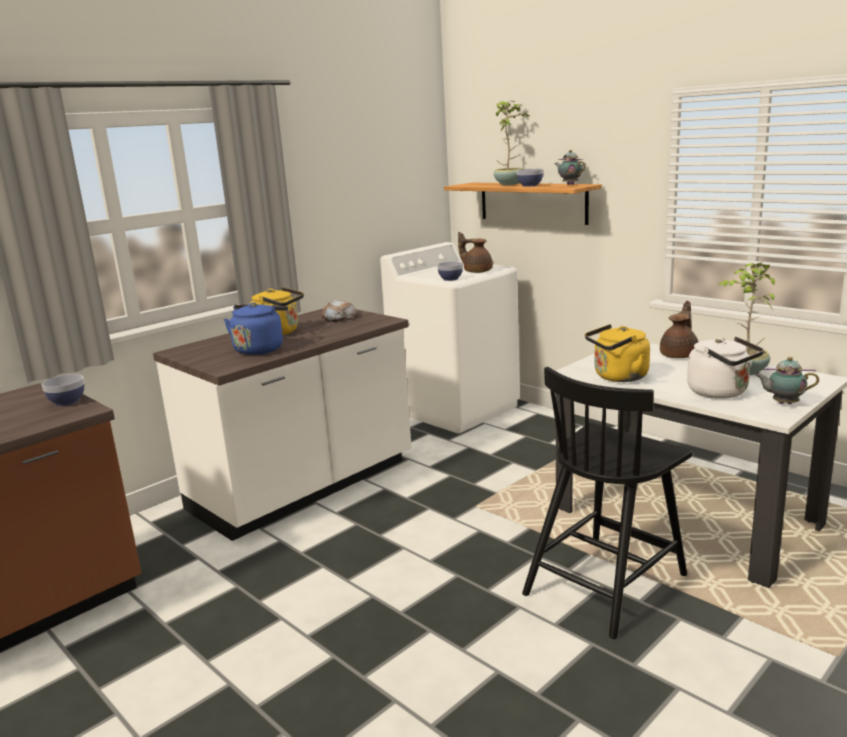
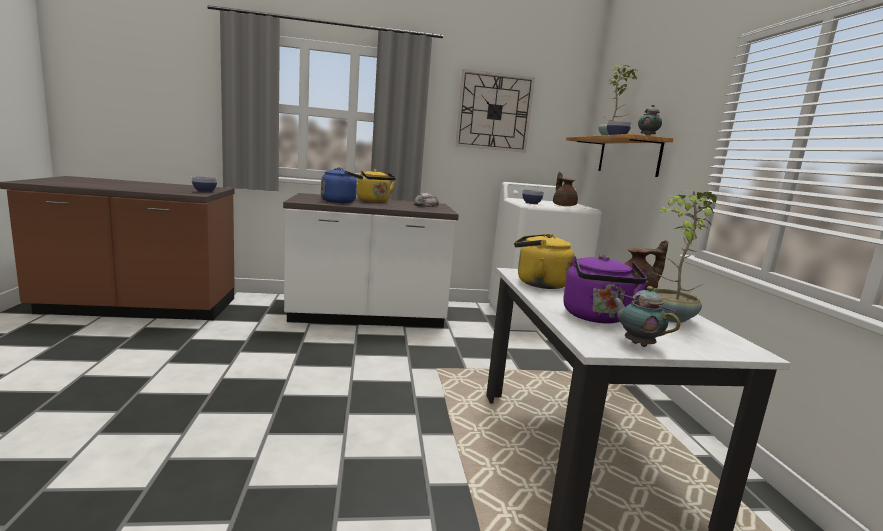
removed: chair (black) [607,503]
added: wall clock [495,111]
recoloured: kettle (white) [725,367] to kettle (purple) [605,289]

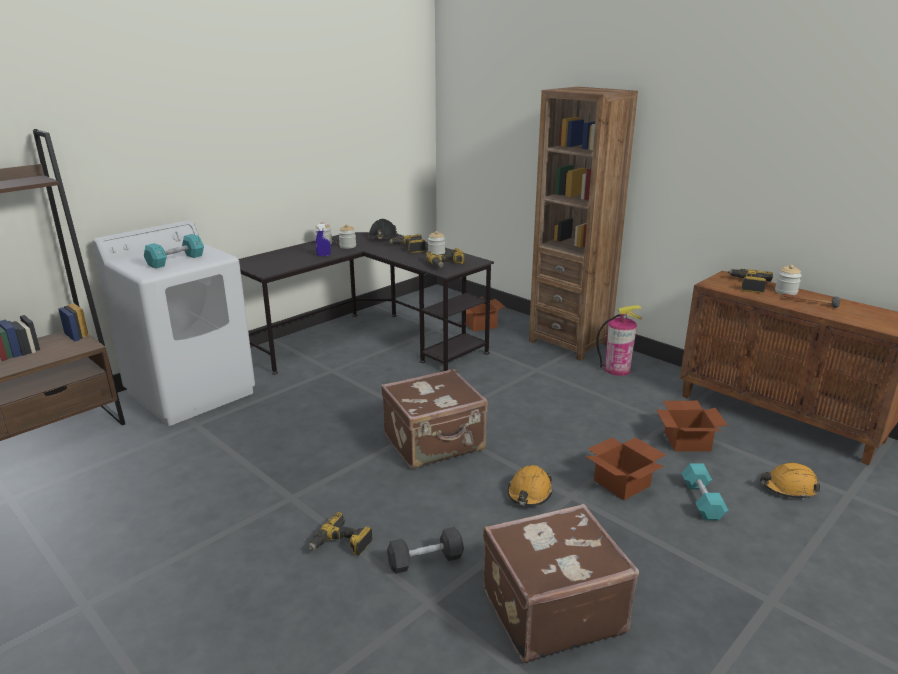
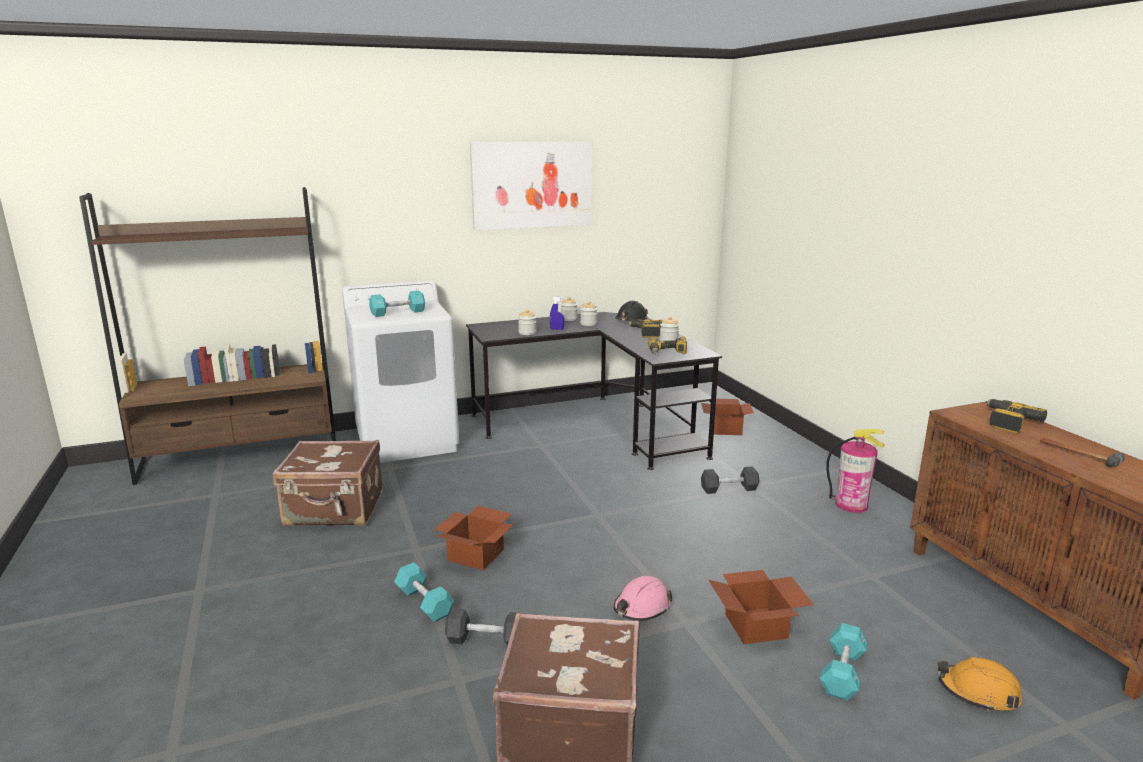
removed: bookcase (brown) [583,224]
added: picture [531,185]; dumbbell (black) [730,480]
moved: suitcase (brown) [434,418] to [328,483]; cardboard box [692,426] to [474,538]; jar [788,280] to [527,322]
replaced: power drill [340,534] to dumbbell (turquoise) [424,592]
recoloured: hard hat (orange) [530,485] to hard hat (pink) [642,598]

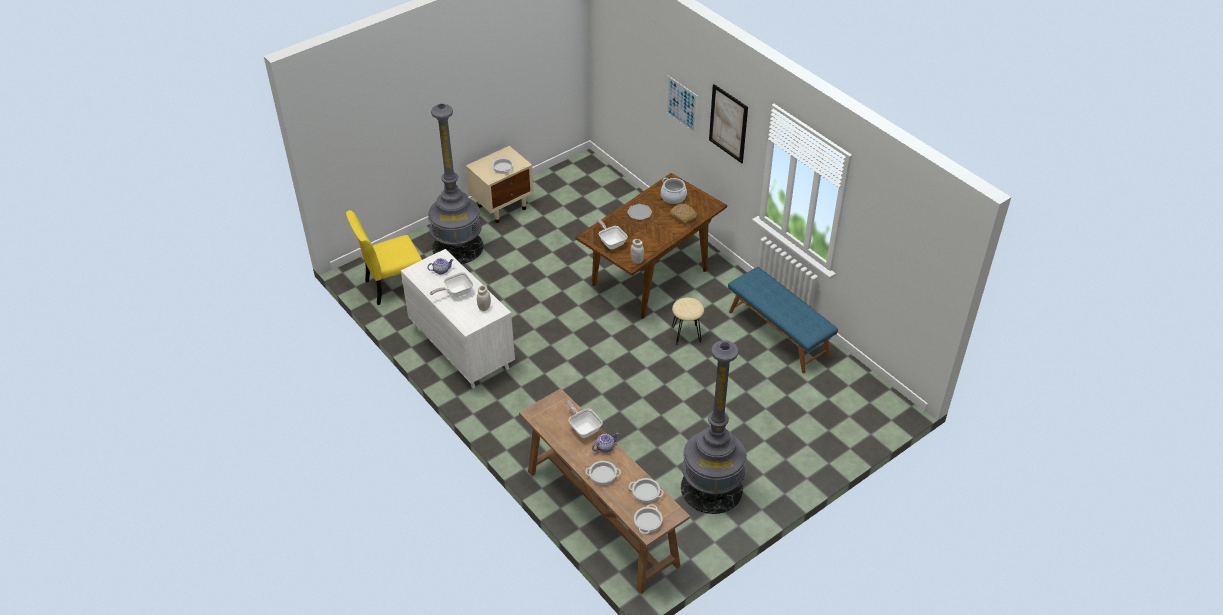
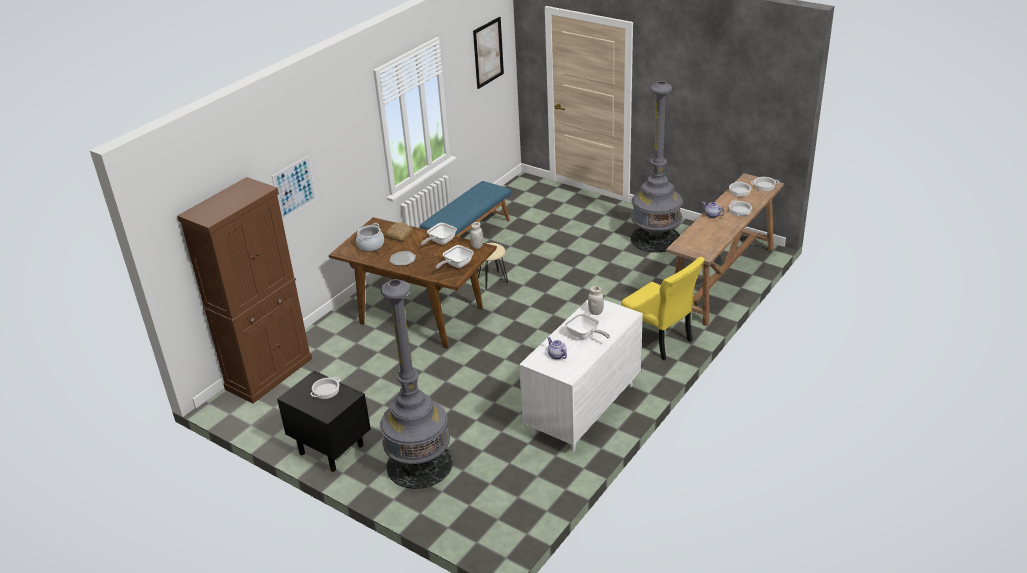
added: cabinet (brown) [244,290]
moved: chair (yellow) [384,257] to [663,308]; frying pan [584,419] to [439,234]; picture [728,123] to [488,53]
recoloured: nightstand (beige) [500,184] to nightstand (black) [324,421]

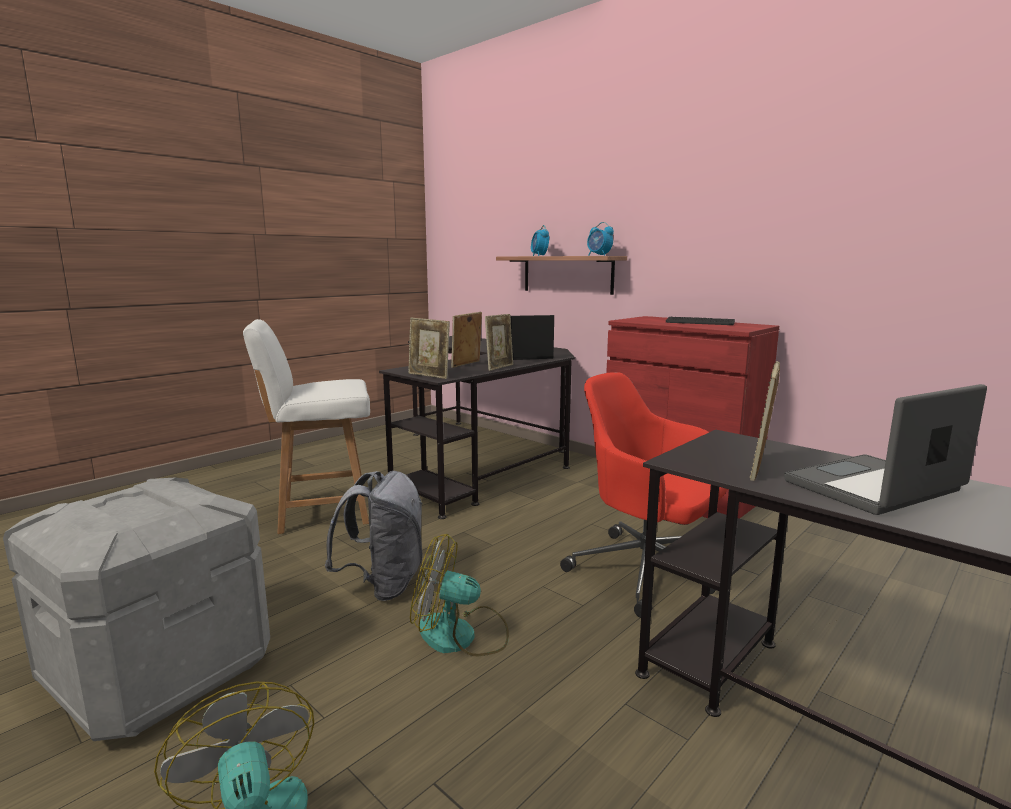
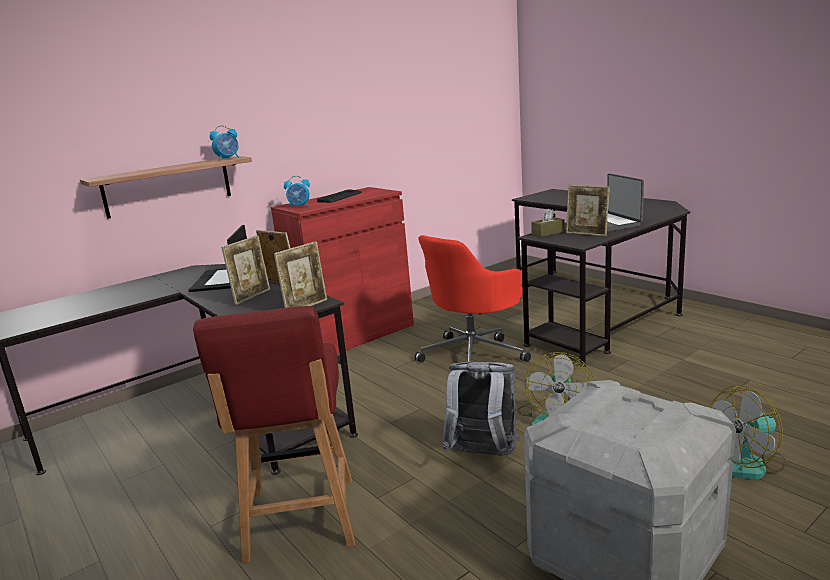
added: tissue box (brown) [548,223]
moved: alarm clock [540,240] to [297,192]
recoloured: chair (white) [306,426] to chair (red) [274,434]
turned: picture frame [466,340] = [245,270] 105 degrees counterclockwise

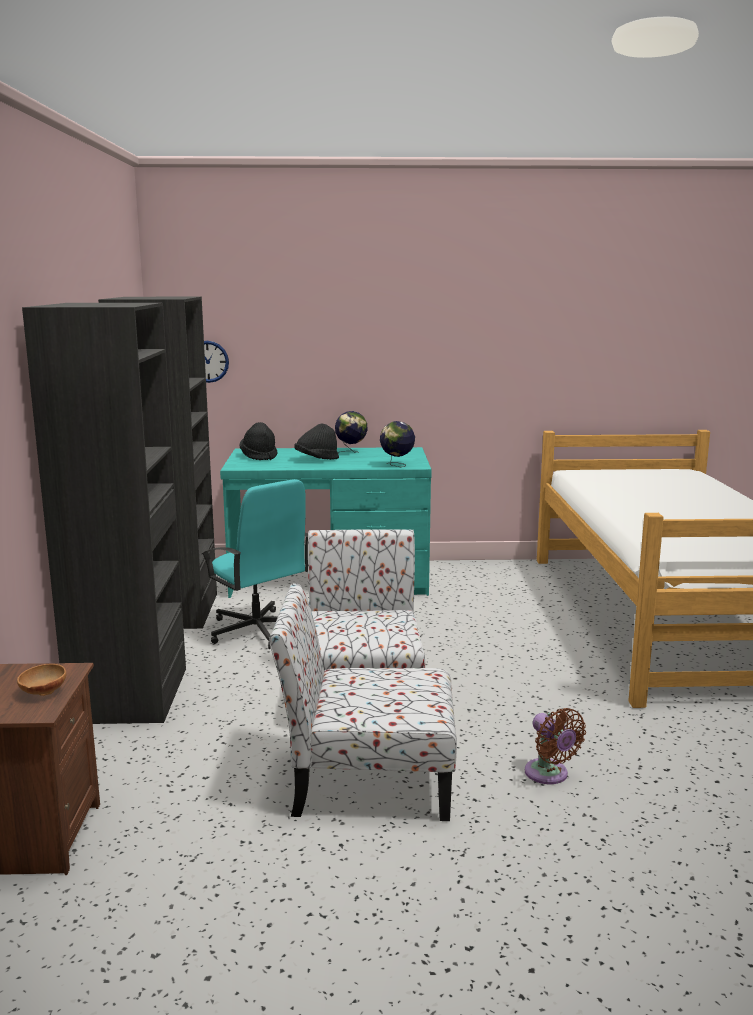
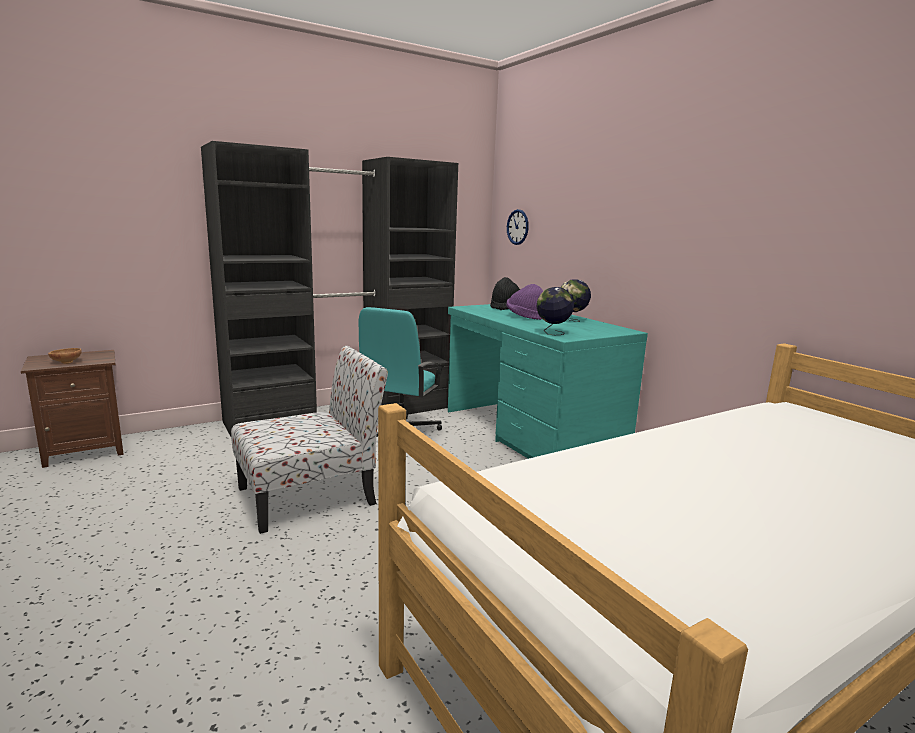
removed: chair [363,702]; fan (brown) [555,746]
recoloured: hat (black) [316,441] to hat (purple) [524,302]

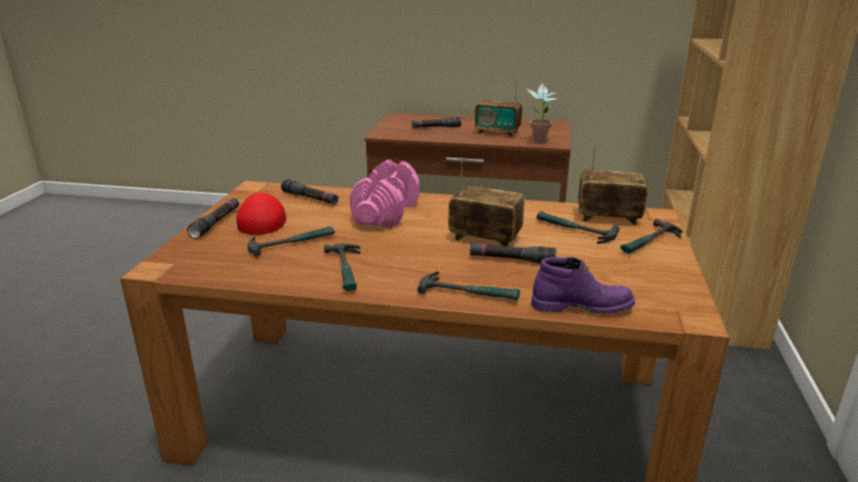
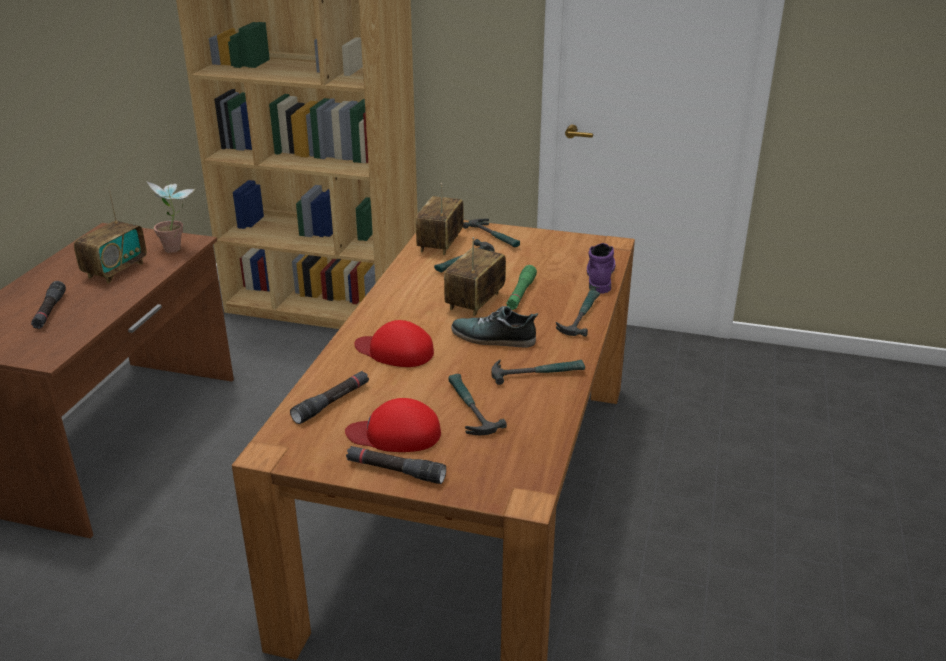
added: shoe [494,327]
replaced: dumbbell (pink) [384,194] to cap (red) [394,343]
recoloured: flashlight (black) [513,253] to flashlight (green) [521,287]

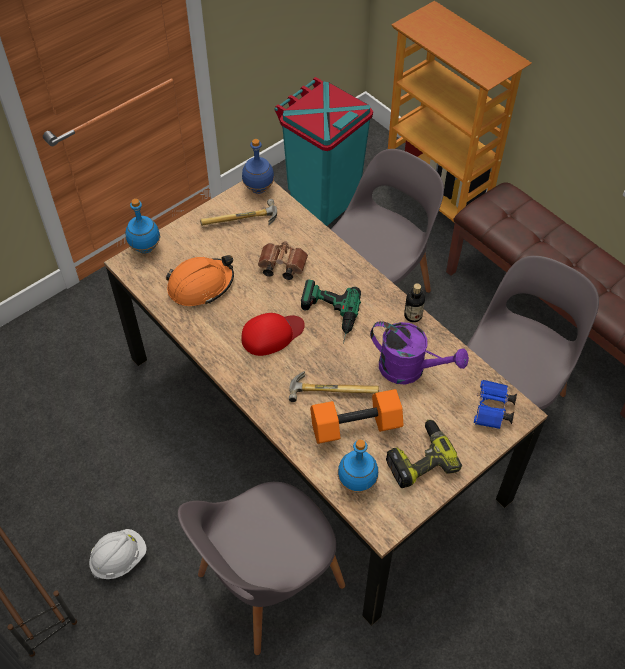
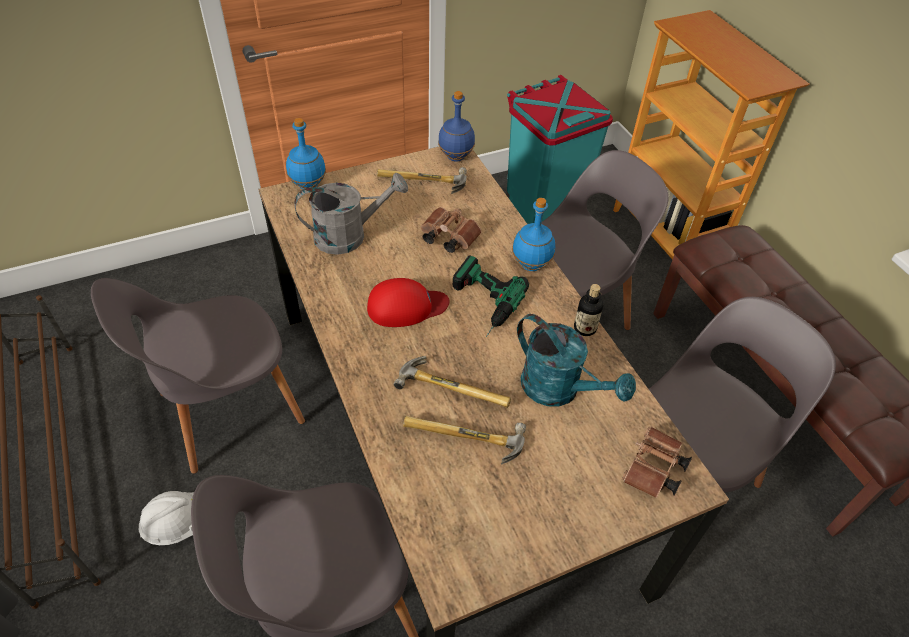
removed: power drill [424,453]
added: chair (grey) [198,376]
moved: bottle (blue) [358,466] to [533,234]
replaced: hard hat (orange) [200,280] to watering can (grey) [351,214]; dumbbell (orange) [357,416] to hammer [464,440]
recoloured: watering can (purple) [419,352] to watering can (turquoise) [576,360]; binoculars (blue) [495,404] to binoculars (brown) [657,462]

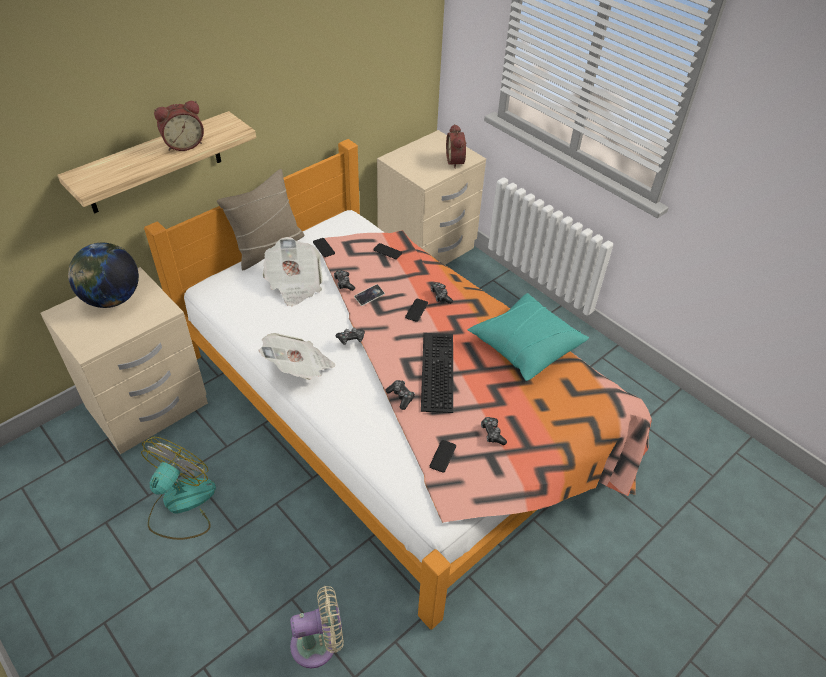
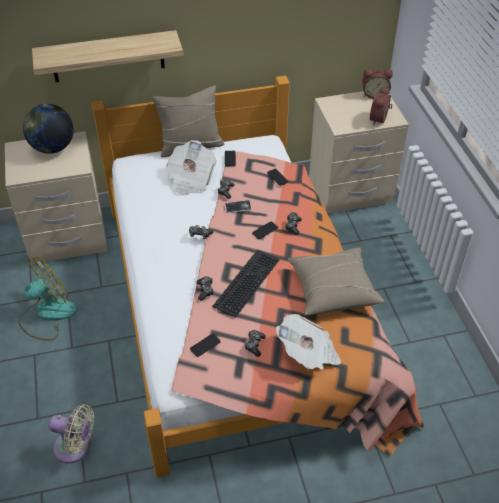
moved: alarm clock [179,126] to [377,84]; newspaper [296,356] to [308,342]
recoloured: pillow (turquoise) [528,337] to pillow (beige) [336,281]

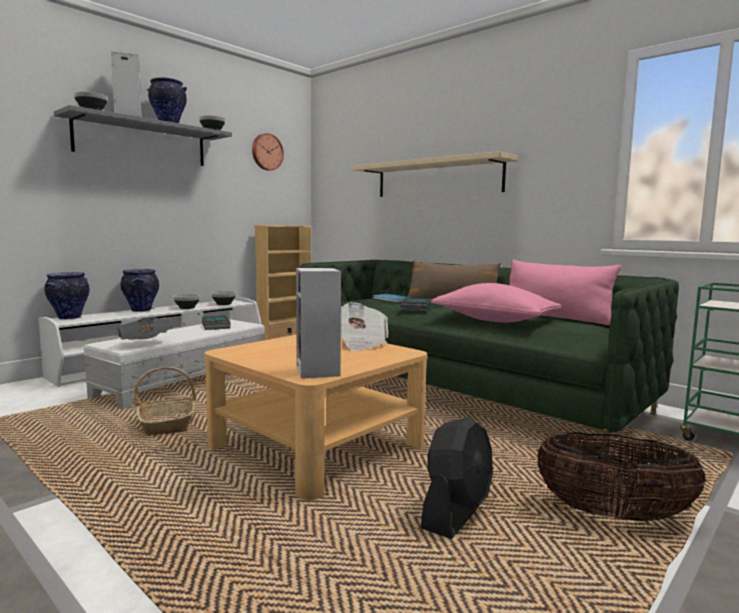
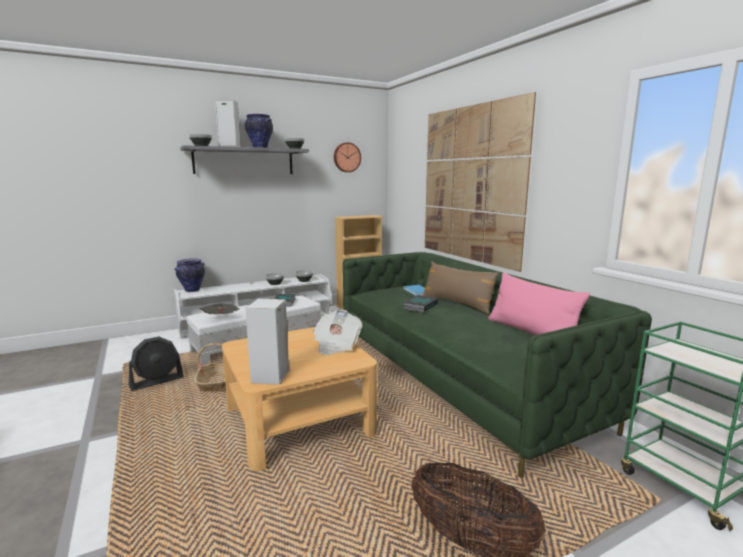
removed: vase [139,290]; pillow (pink) [496,303]
moved: fan (black) [457,478] to [156,364]
replaced: shelf (beige) [435,174] to picture [480,182]

